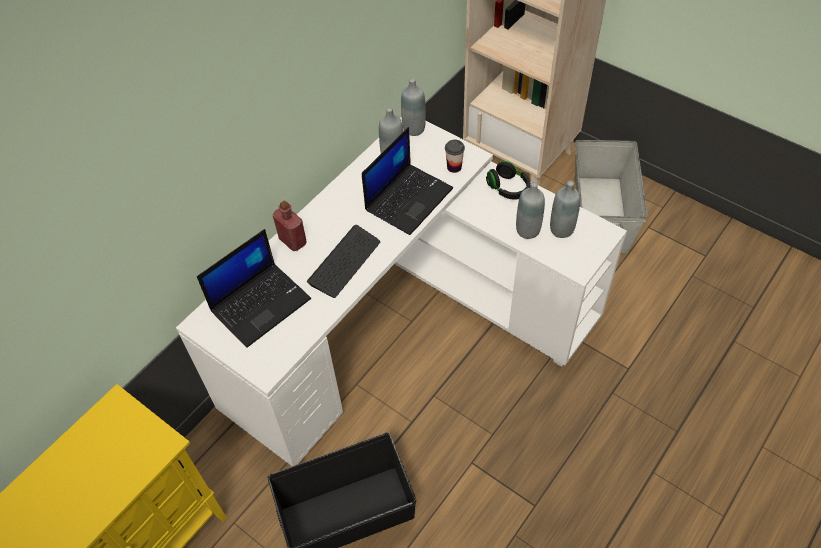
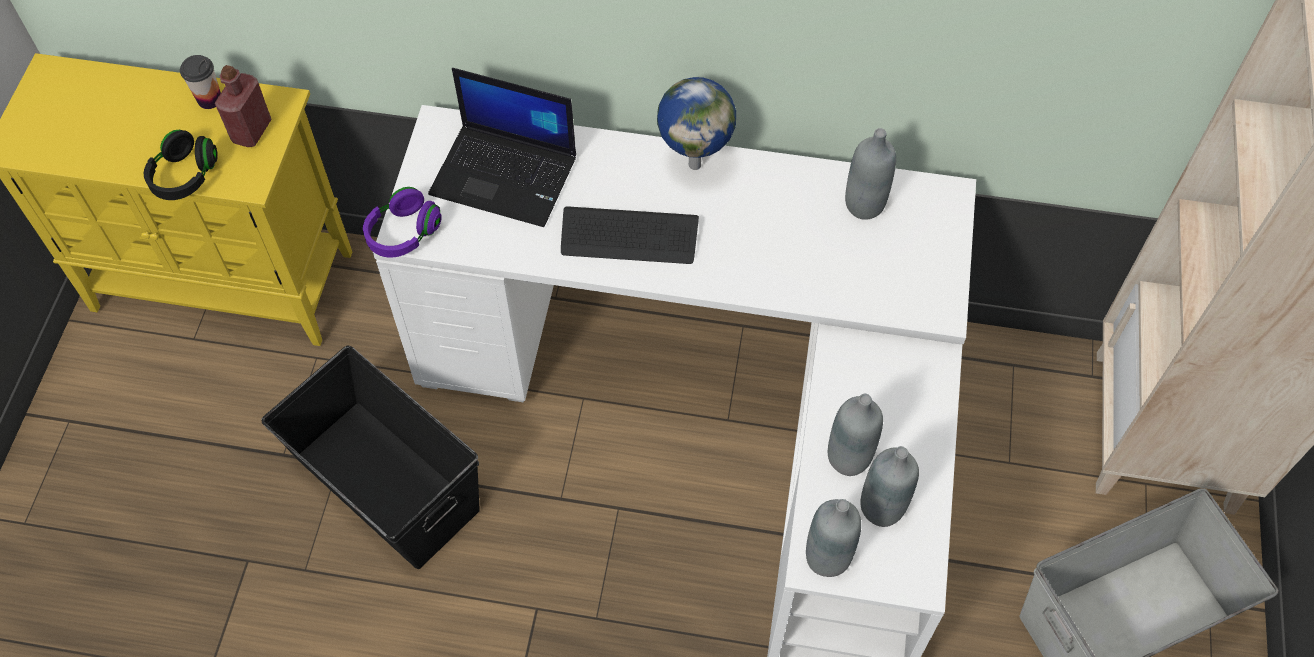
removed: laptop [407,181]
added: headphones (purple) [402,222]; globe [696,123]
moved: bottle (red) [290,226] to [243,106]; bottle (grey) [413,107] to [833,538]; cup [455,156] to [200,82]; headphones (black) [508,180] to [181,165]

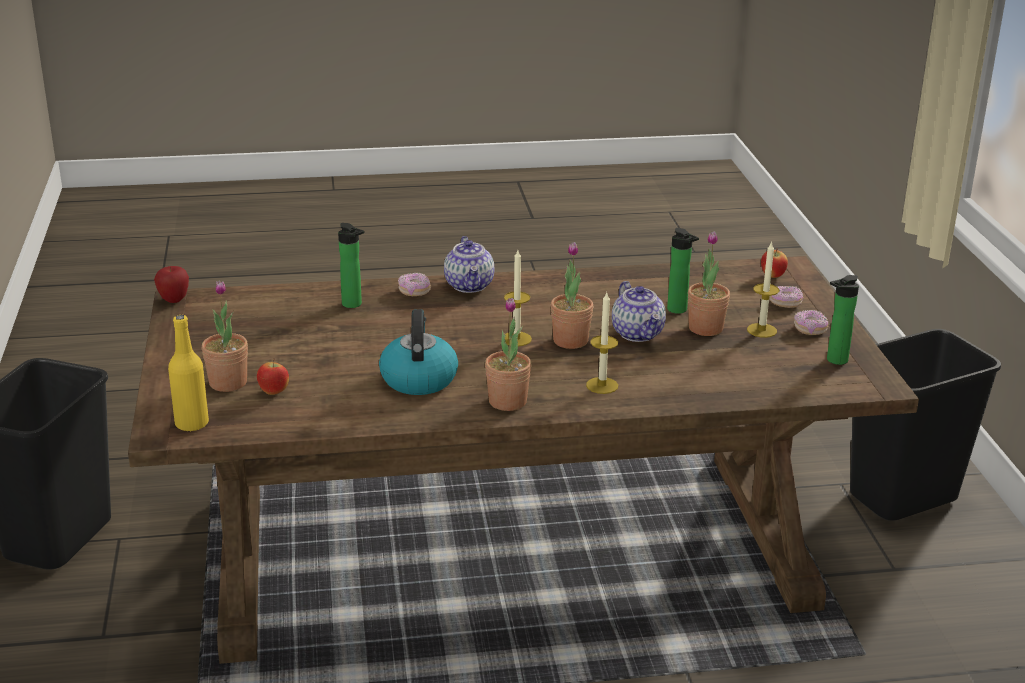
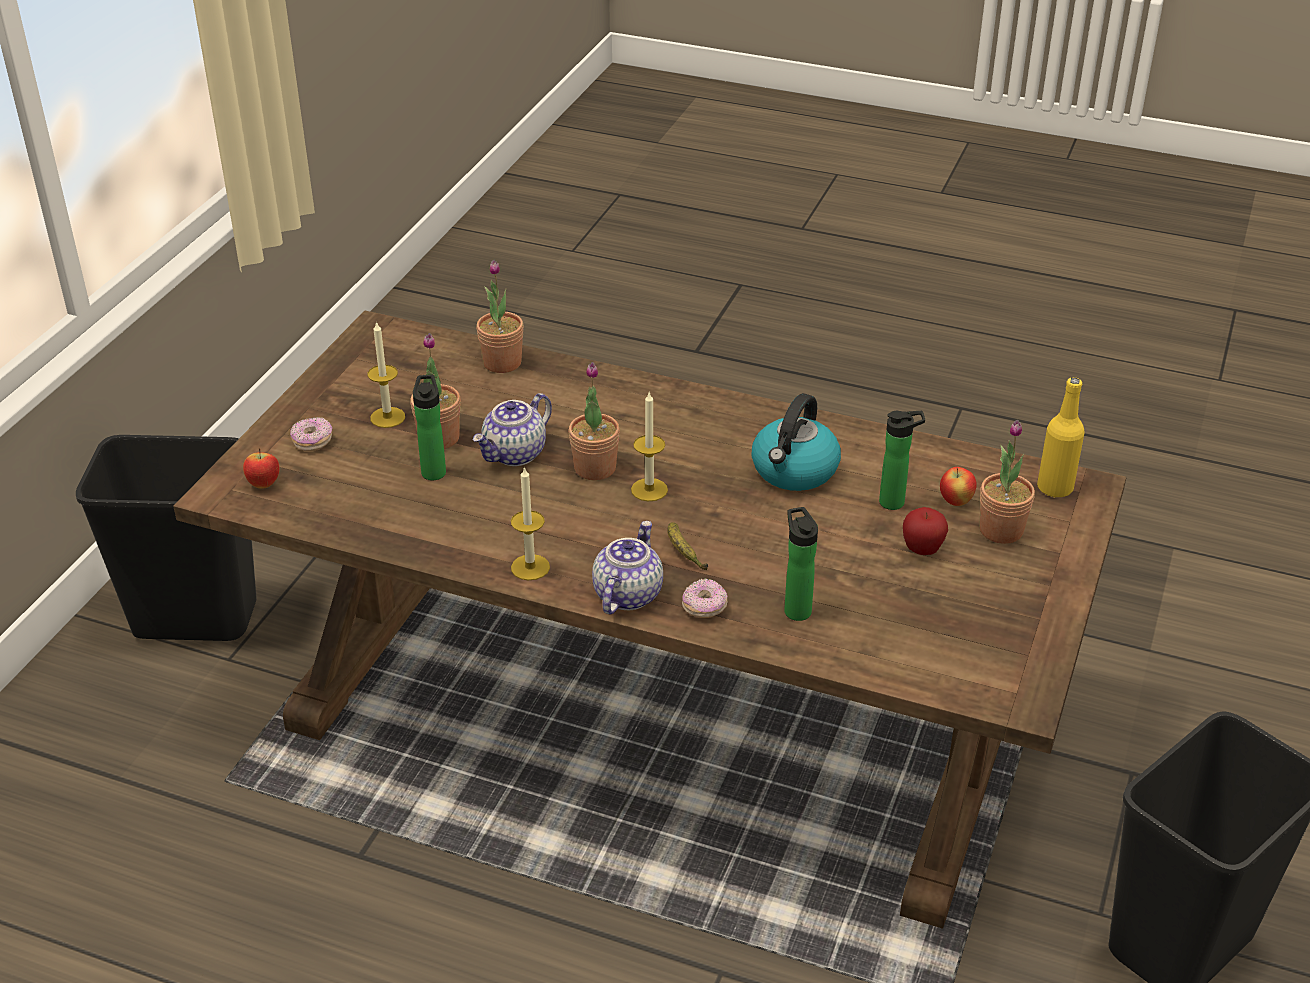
removed: donut [811,322]
added: banana [687,546]
moved: apple [171,284] to [925,531]; potted plant [508,354] to [499,316]; candle [602,343] to [530,523]; bottle [843,320] to [902,460]
turned: teapot [639,311] = [512,429] 150 degrees counterclockwise

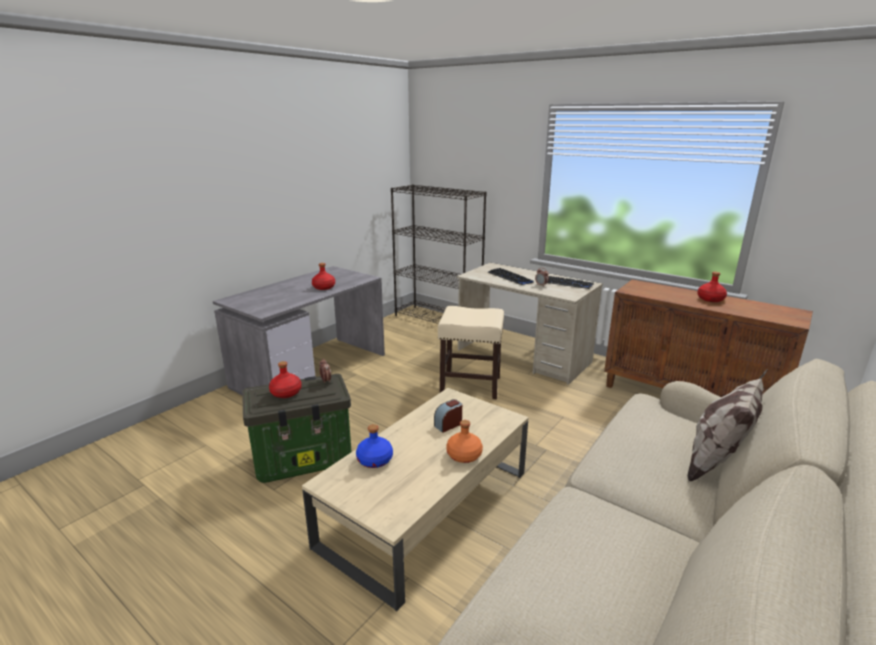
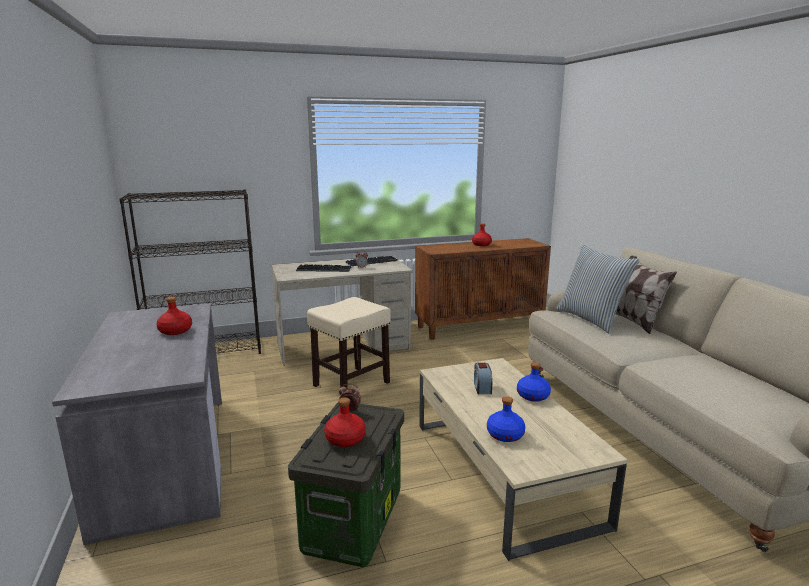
added: pillow [598,289]
recoloured: bottle (orange) [464,441] to bottle (blue) [534,382]

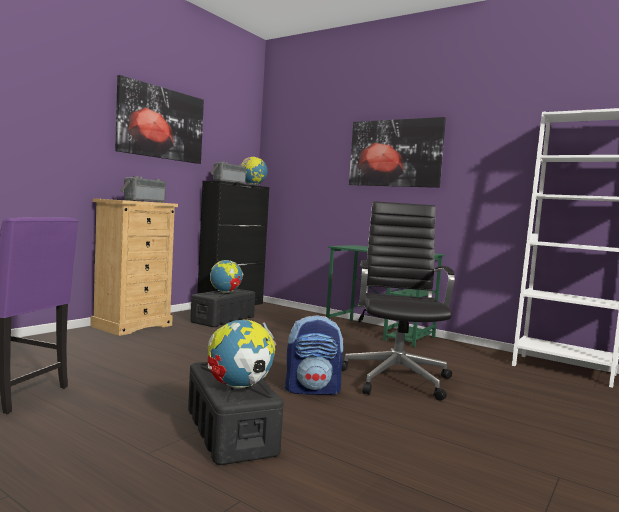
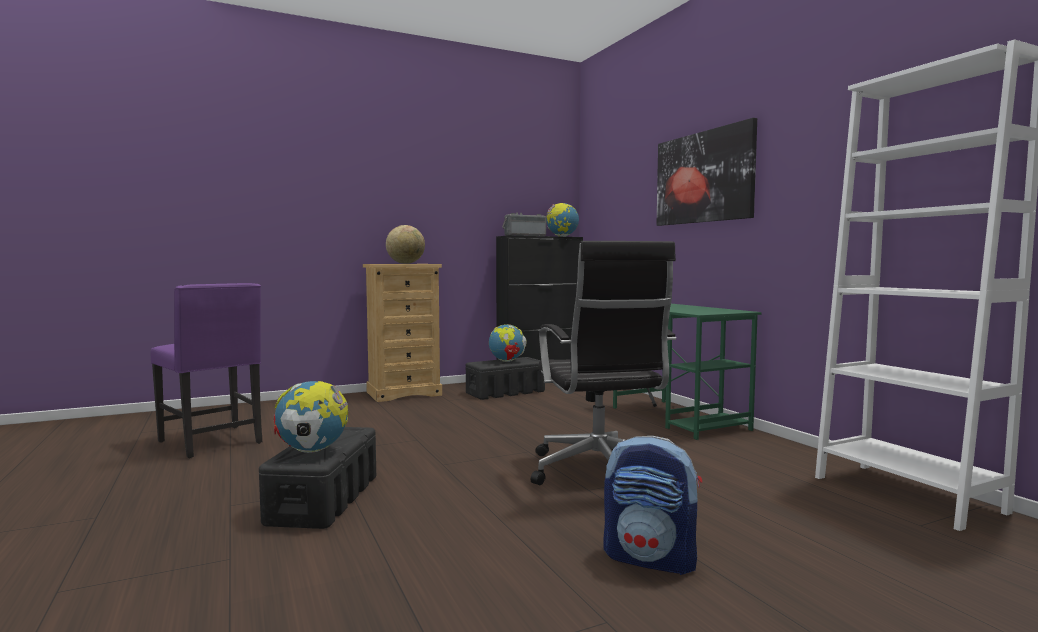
removed: picture [159,119]
moved: backpack [314,355] to [652,505]
replaced: radio [143,189] to globe [405,244]
turned: office chair (black) [398,301] = [603,363] 135 degrees clockwise

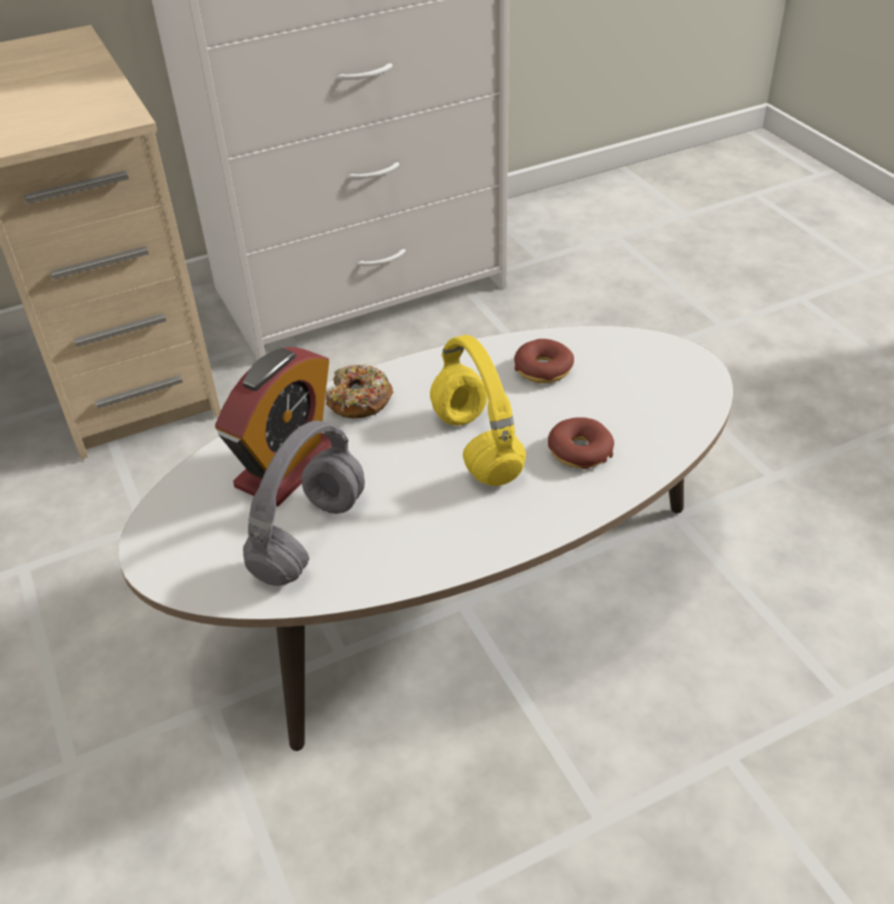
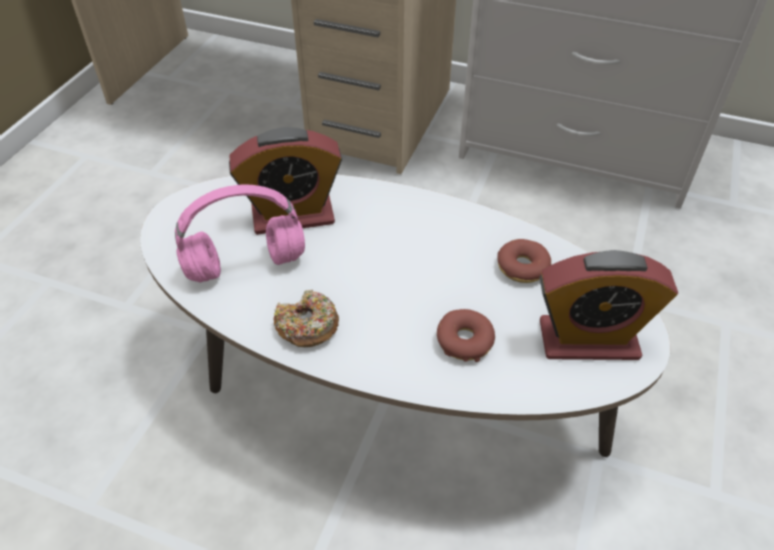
removed: headphones (yellow) [478,410]
added: alarm clock [609,305]
moved: donut [359,391] to [306,318]
recoloured: headphones (grey) [304,503] to headphones (pink) [240,233]

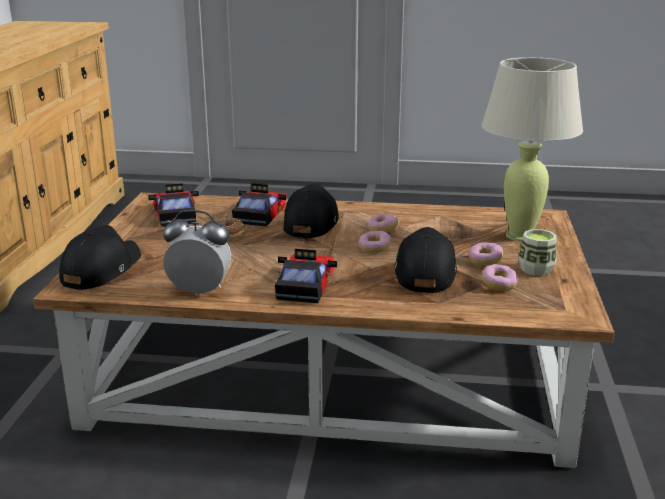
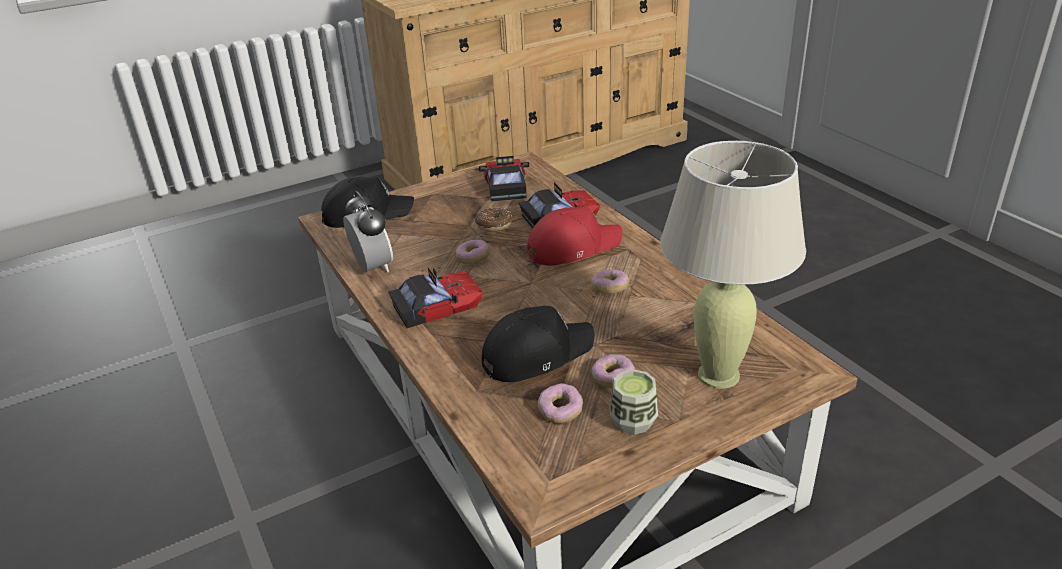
moved: donut [375,242] to [473,252]
recoloured: cap (black) [311,211] to cap (red) [575,236]
turned: toy car [173,205] = [504,179] 45 degrees counterclockwise

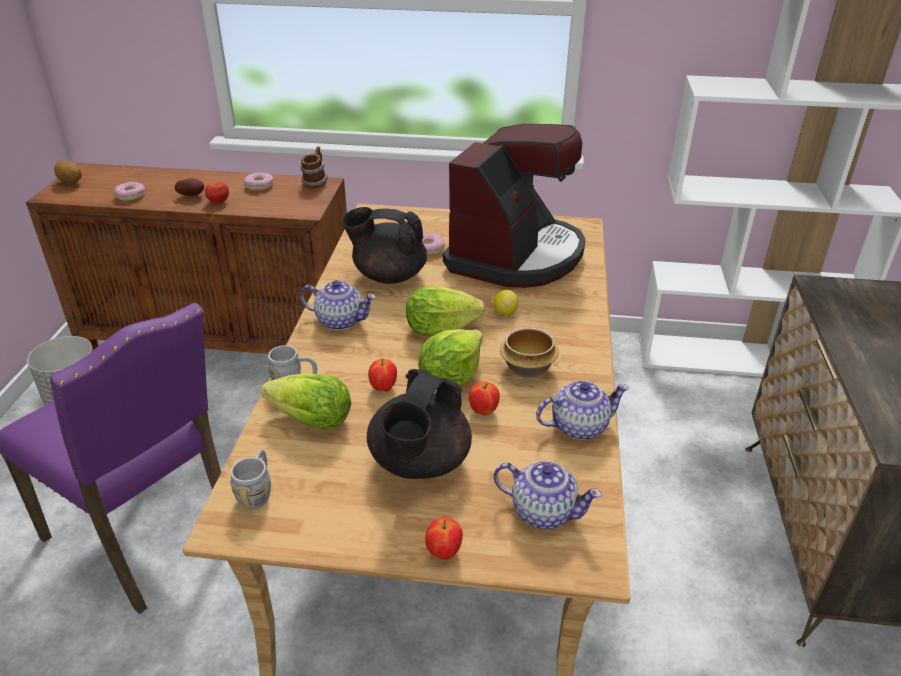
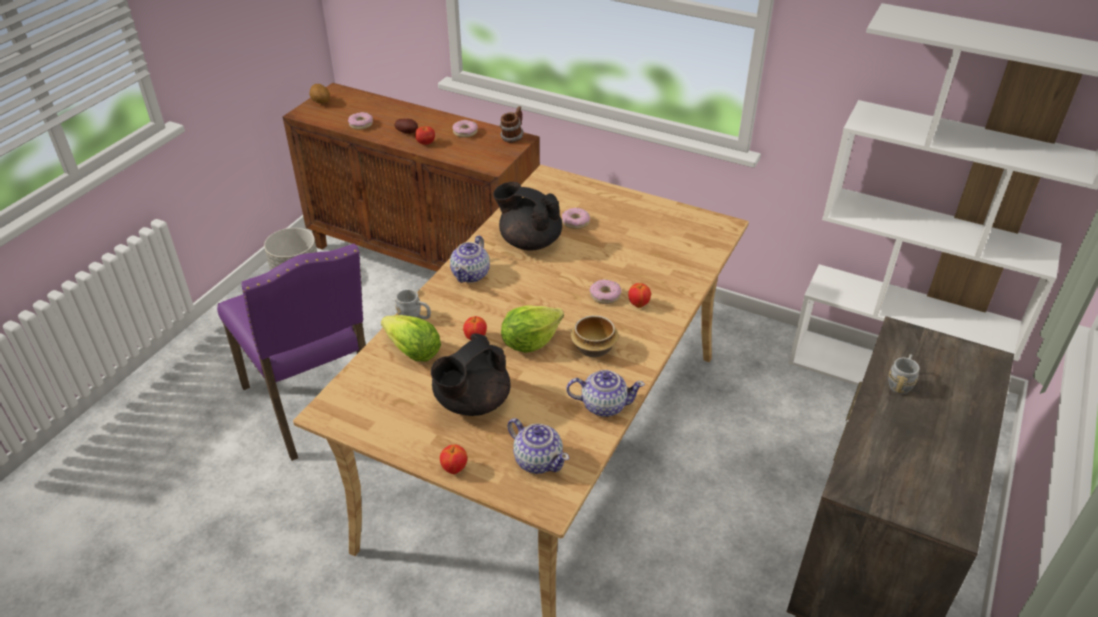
removed: lettuce [445,311]; coffee machine [514,206]
moved: mug (grey) [250,479] to [904,374]; apple [484,399] to [639,295]
replaced: lemon [506,302] to donut [605,291]
turned: teapot [338,305] = [470,259] 75 degrees clockwise

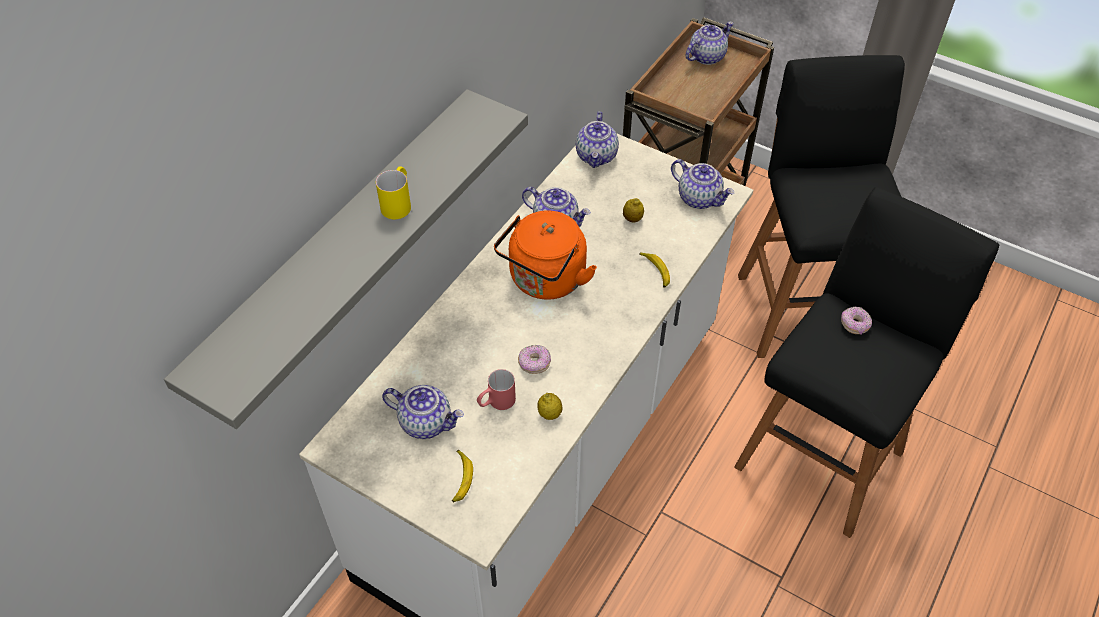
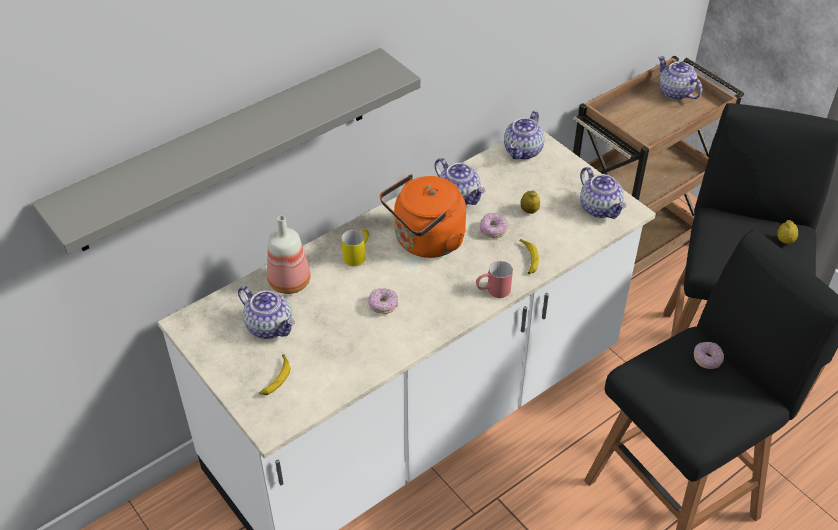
added: bottle [289,255]; donut [494,225]
moved: mug (yellow) [393,193] to [355,247]; mug (red) [496,389] to [494,279]; lemon [549,406] to [787,232]
turned: teapot [709,43] = [680,78] 105 degrees counterclockwise

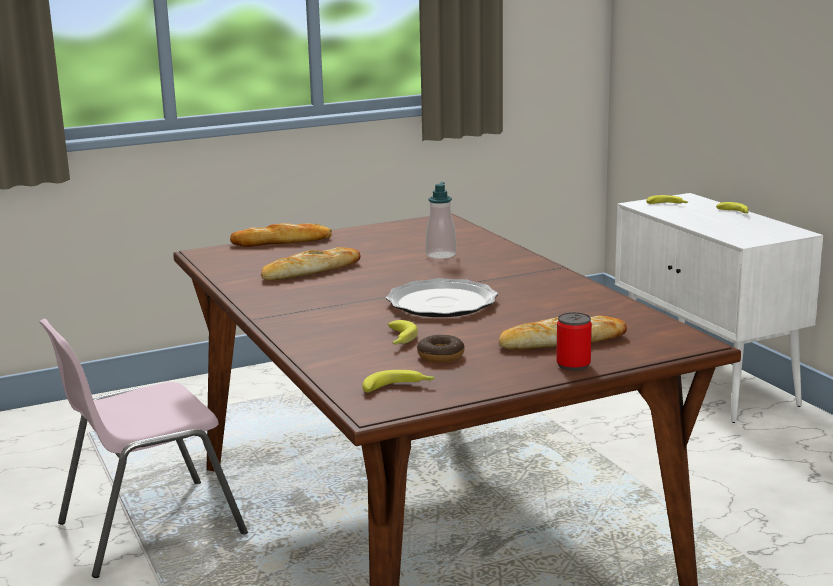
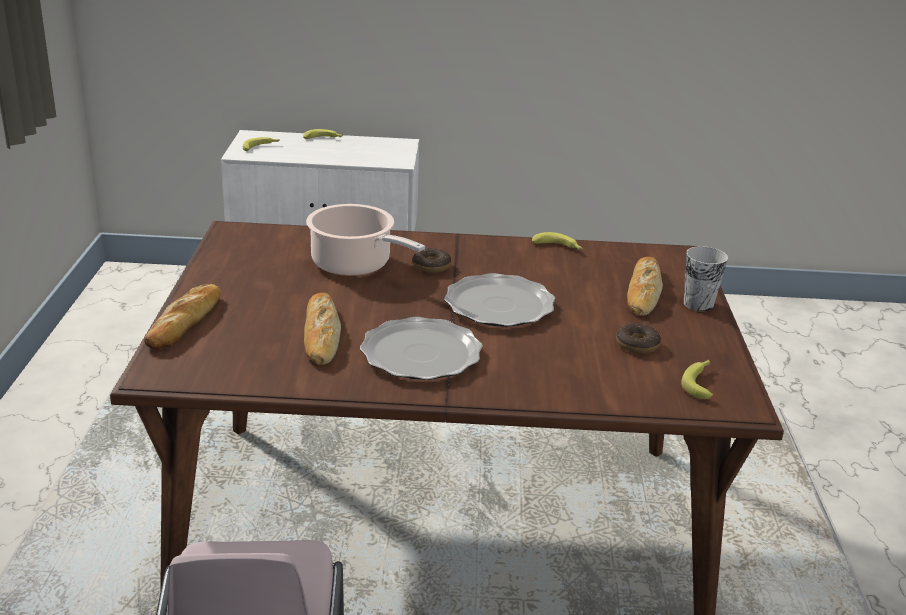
added: plate [421,348]; donut [431,260]
moved: banana [403,332] to [557,241]
replaced: soap dispenser [441,220] to cooking pot [365,240]; can [574,341] to cup [706,279]

